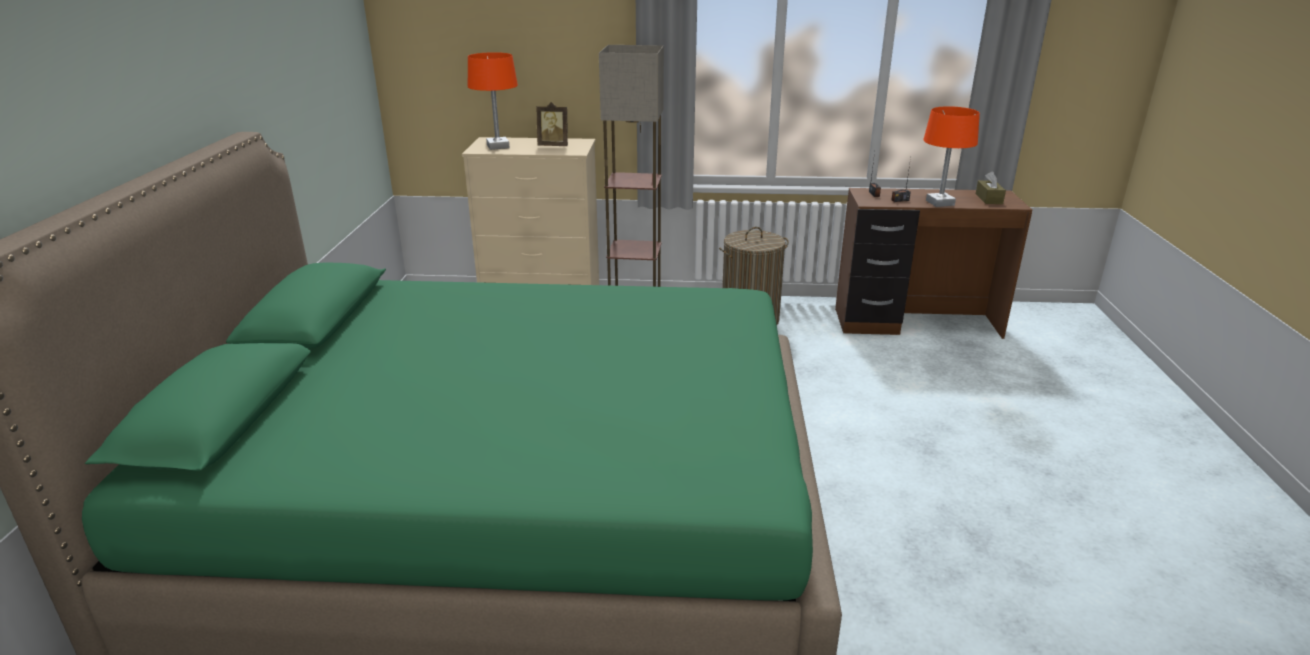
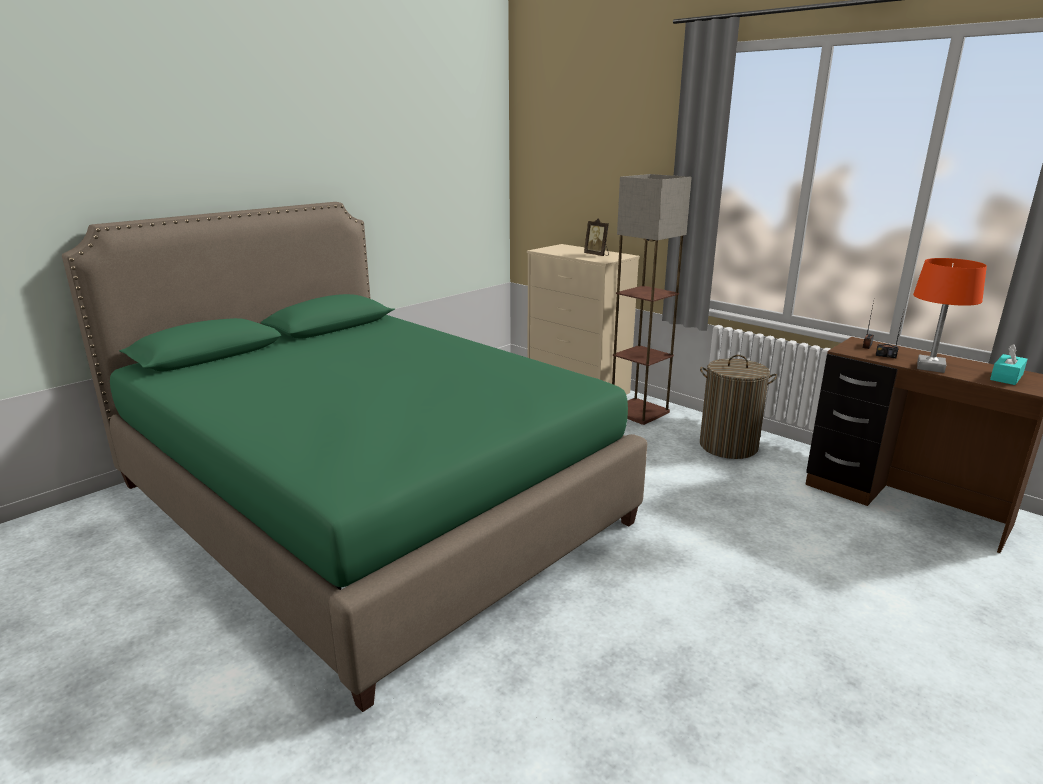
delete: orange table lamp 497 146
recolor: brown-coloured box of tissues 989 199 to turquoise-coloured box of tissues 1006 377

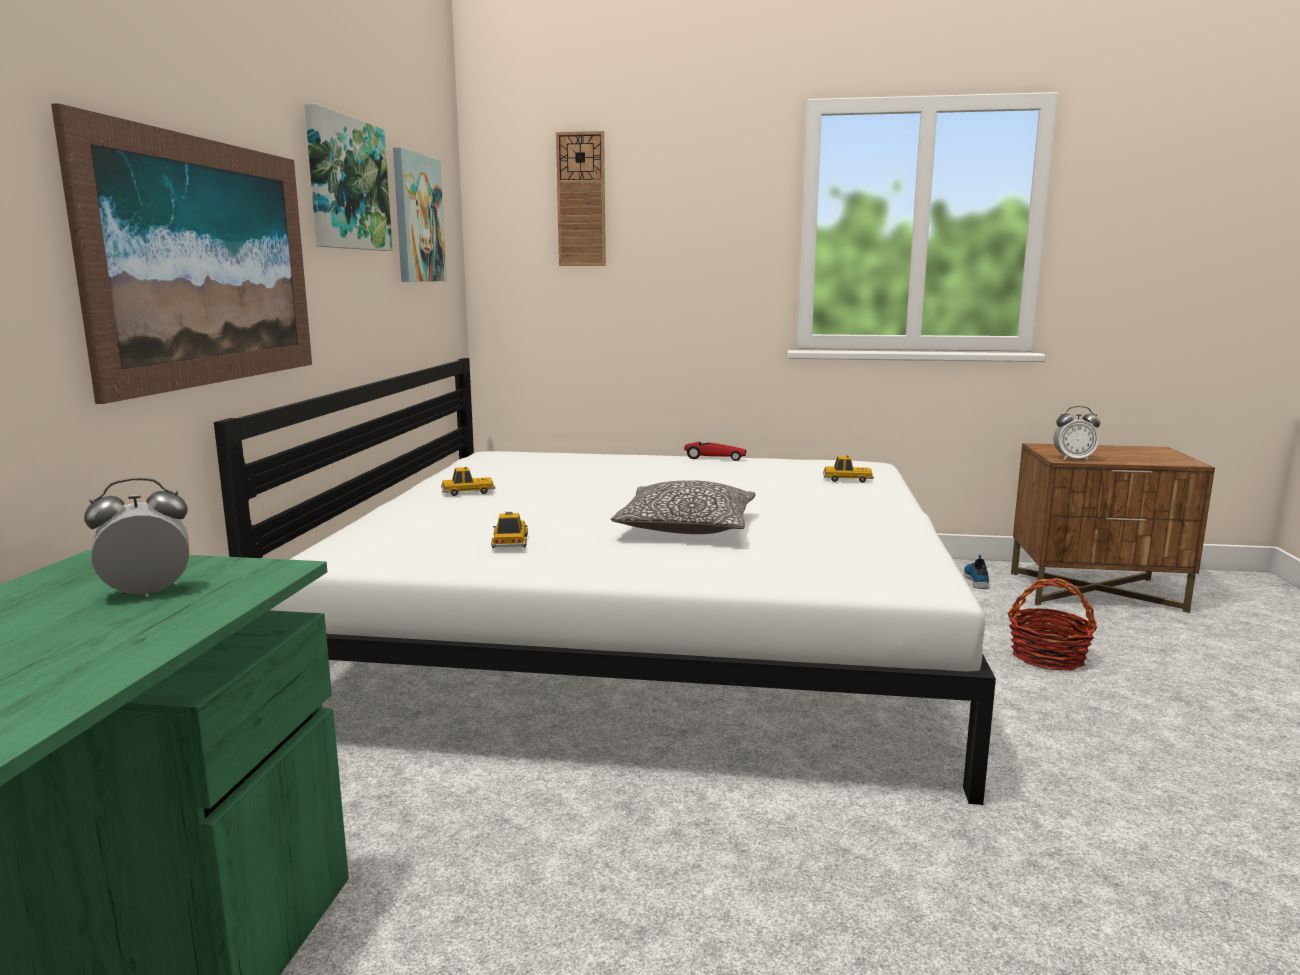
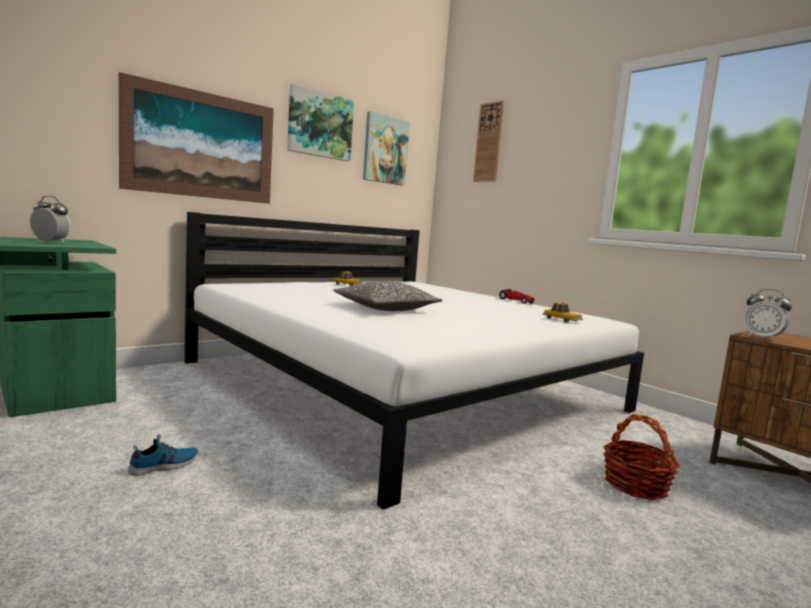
delete: model car 510 542
move: low shoe 977 580 to 165 466

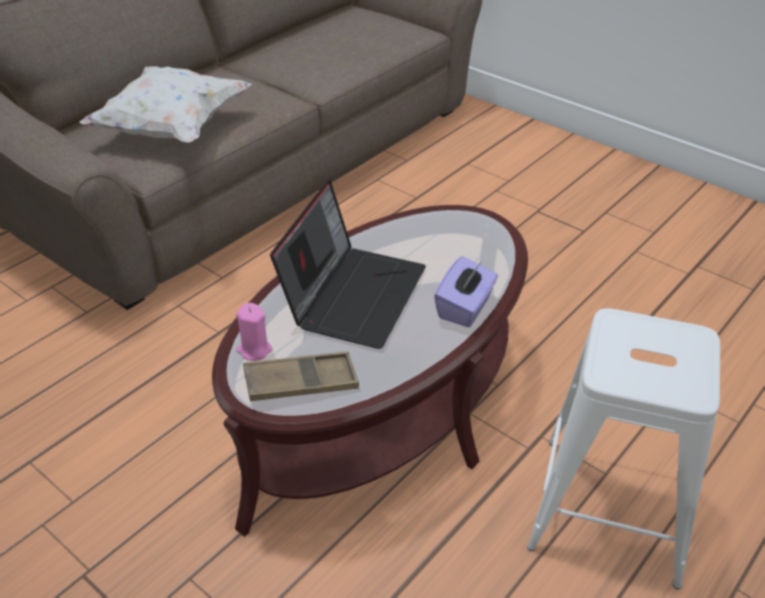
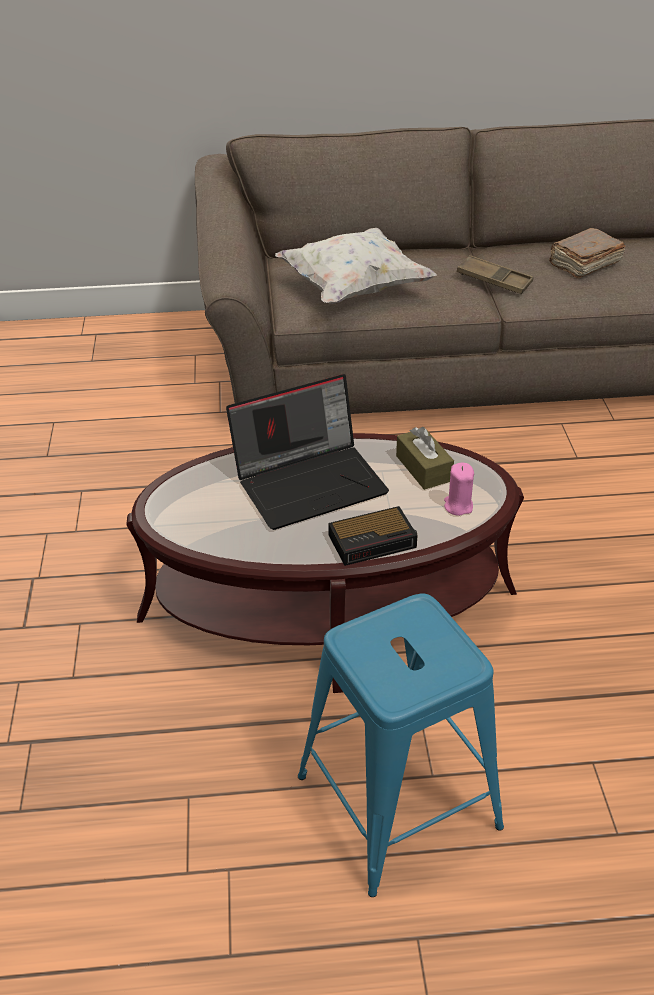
insert: brown-coloured box of tissues 423 468; brown-coloured book 583 264
move: pinkish wax candle 254 350 to 458 506; brown-coloured serving tray 301 382 to 494 280
replace: purple-coloured box of tissues 465 308 to table clock 374 540
recolor: white-coloured stool 610 508 to blue stool 399 801

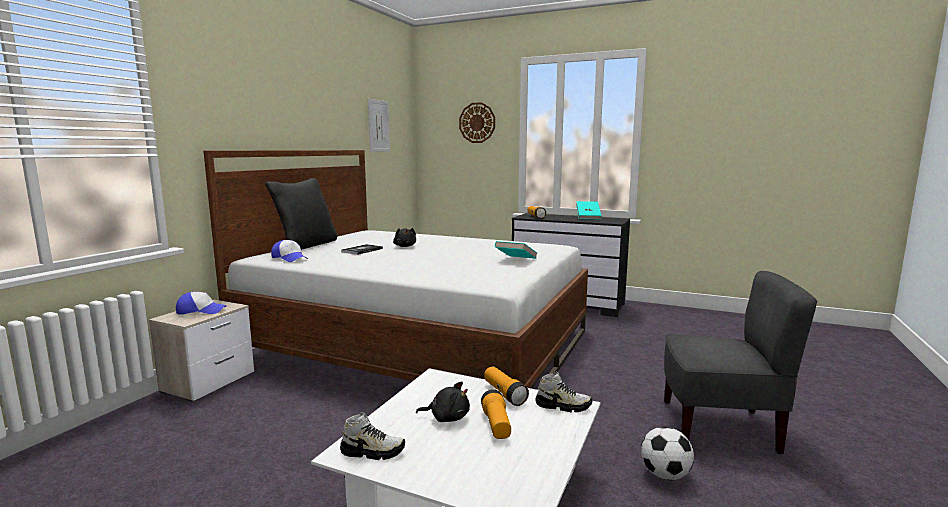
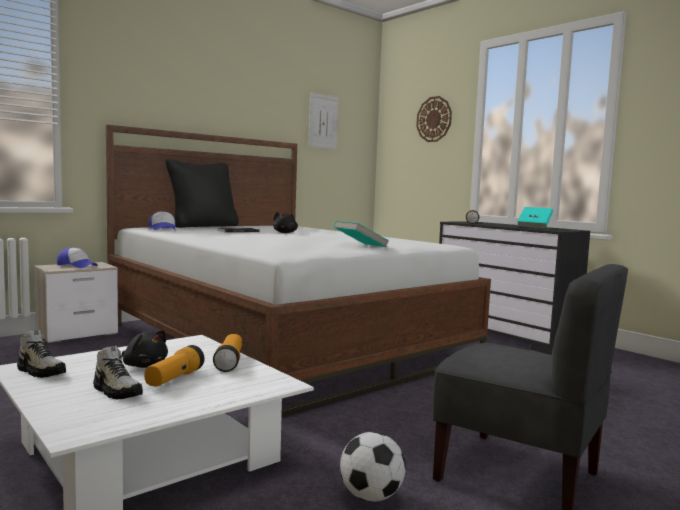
move: low shoe 563 406 to 117 391

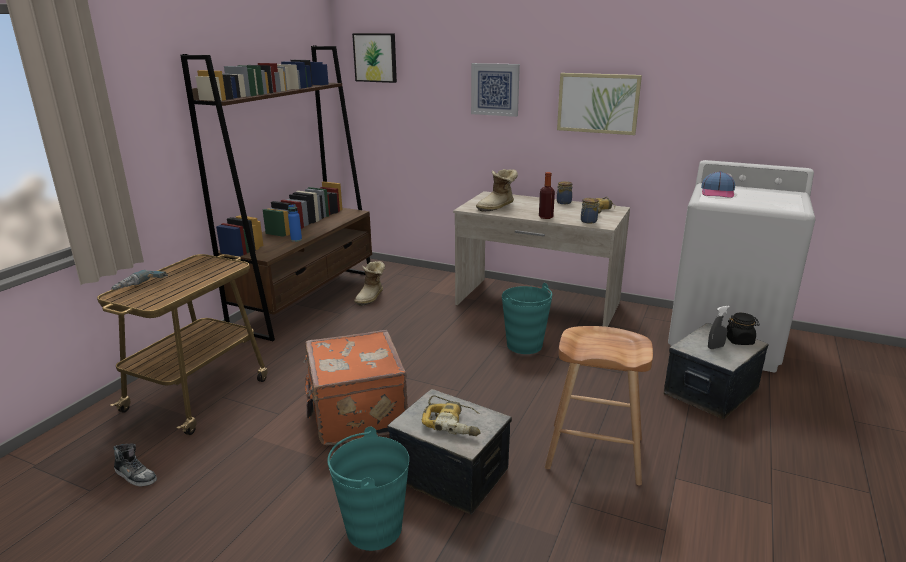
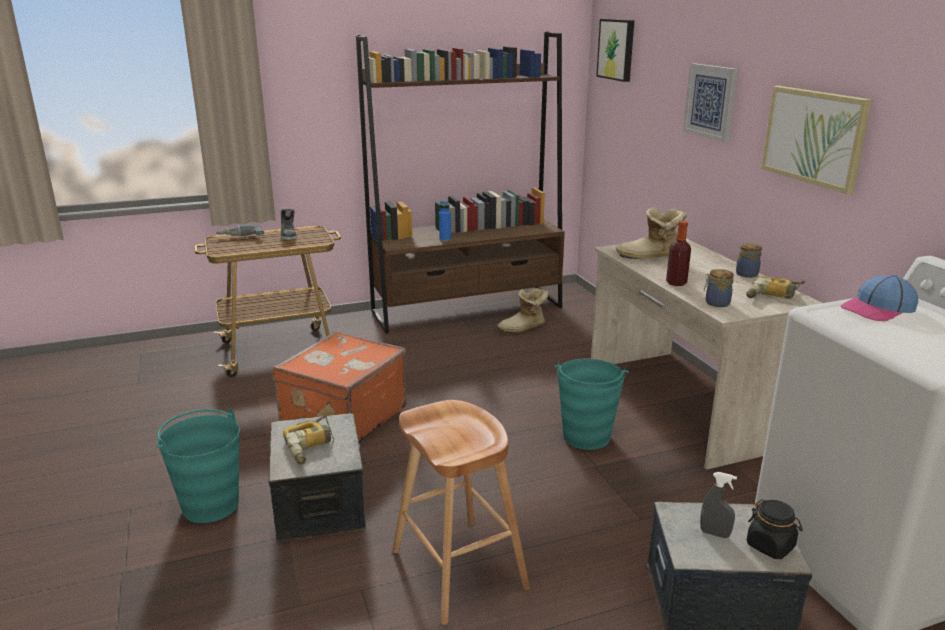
move: low shoe 136 475 to 288 235

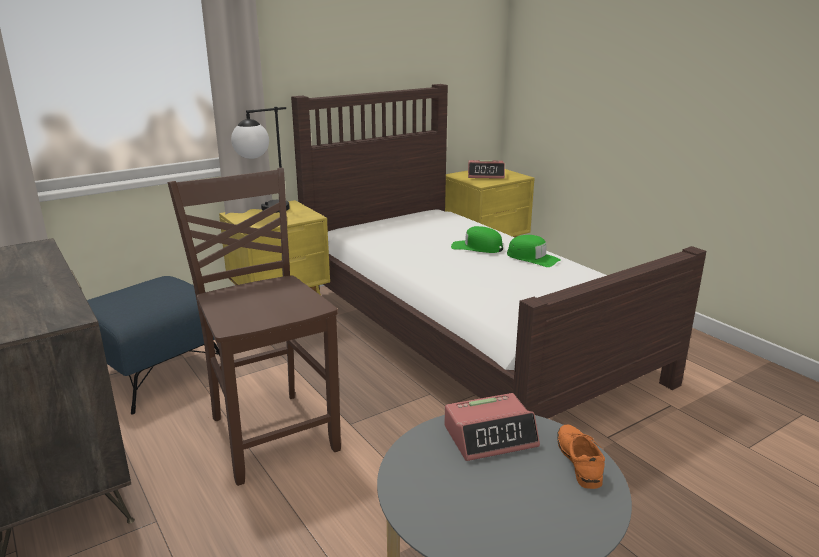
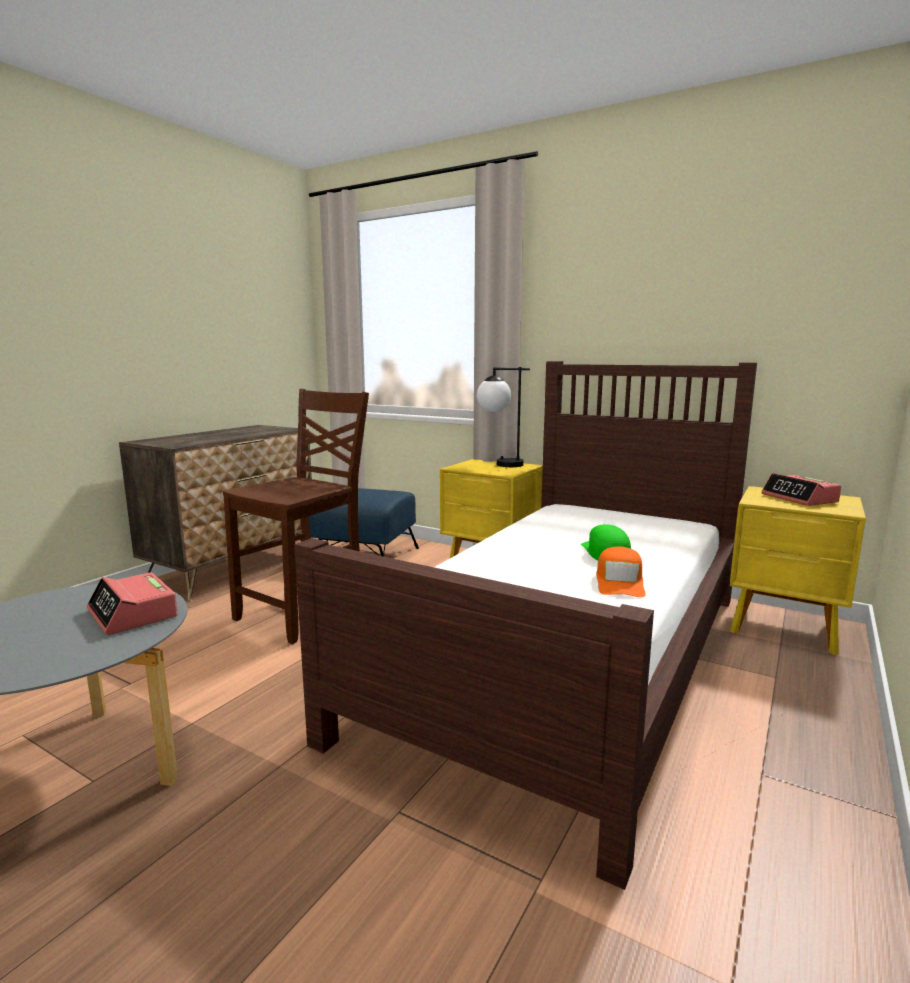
delete: orange low shoe 579 460
recolor: green cap 532 258 to orange cap 620 582

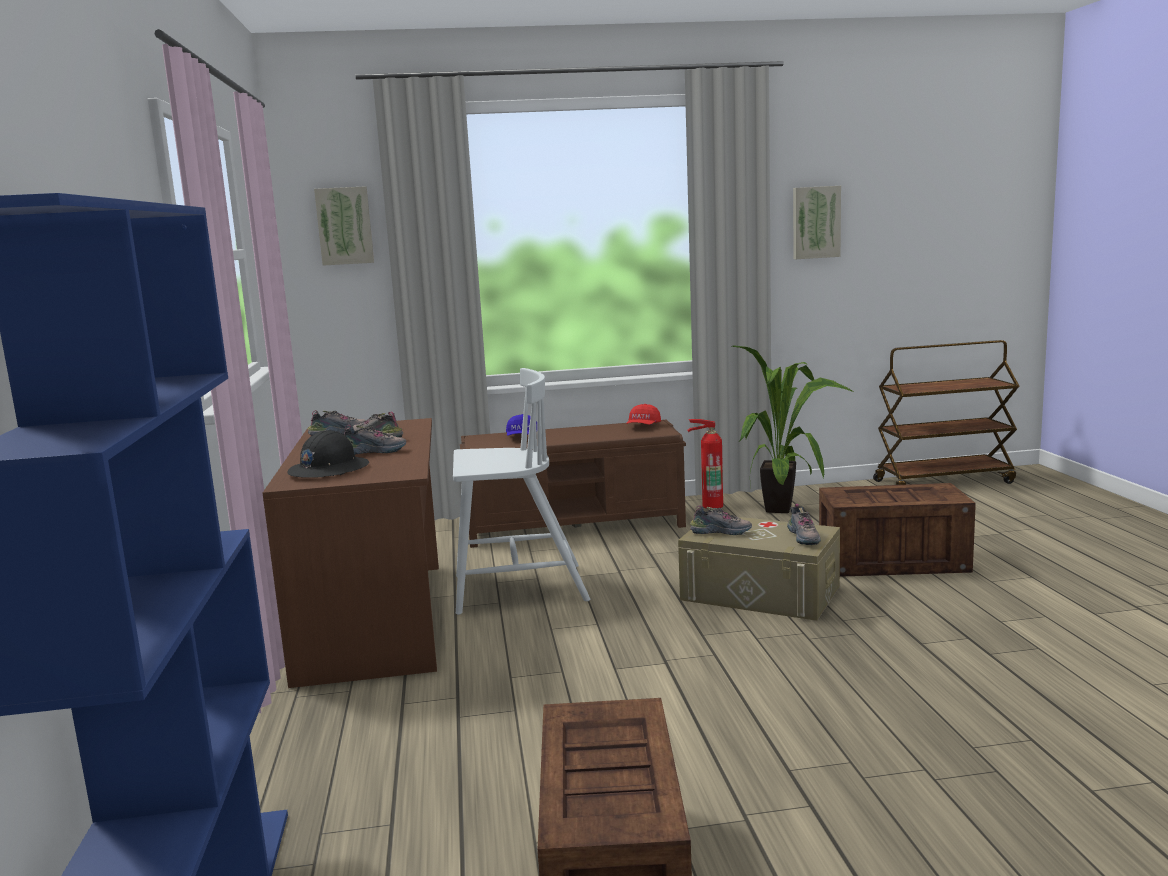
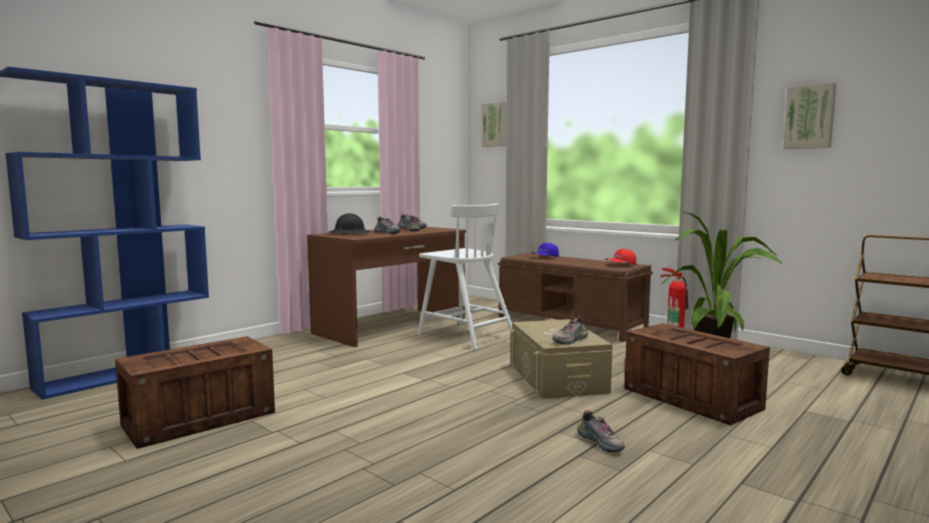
move: low shoe 721 532 to 601 443

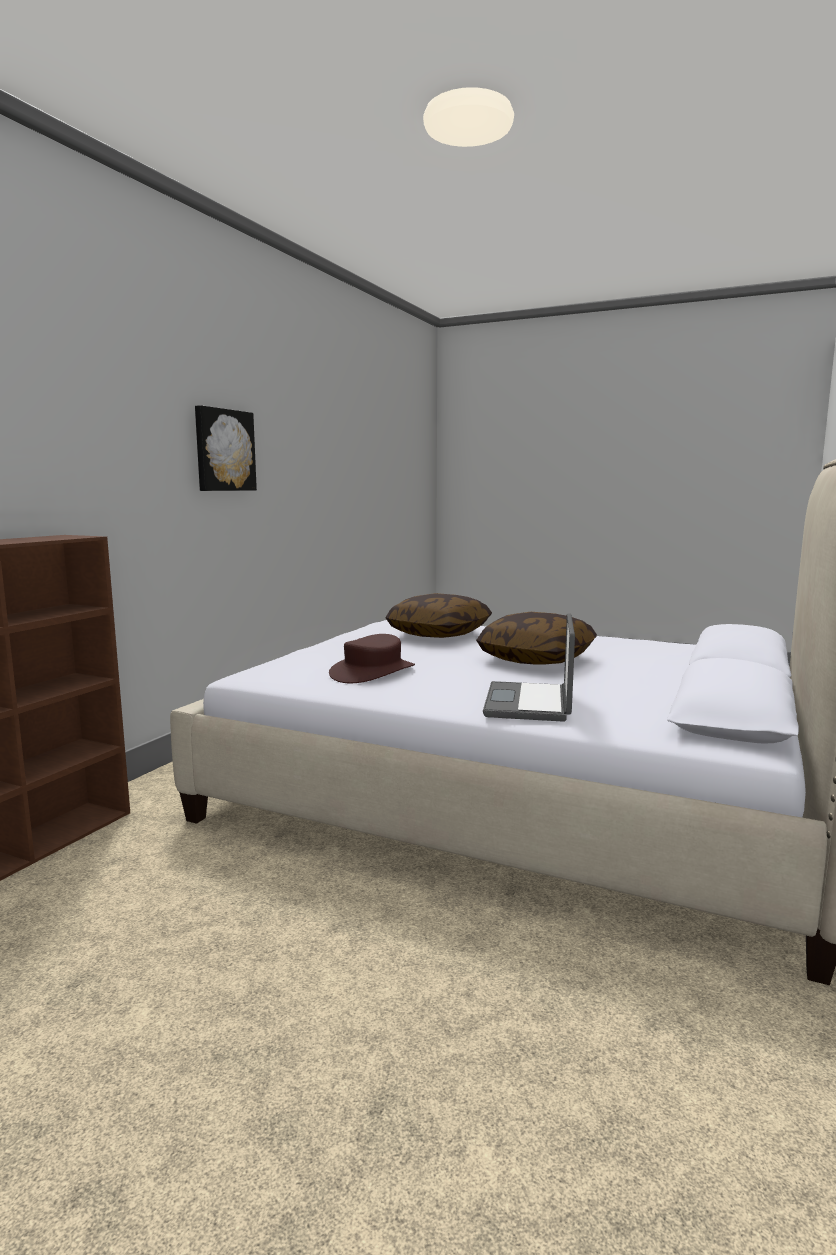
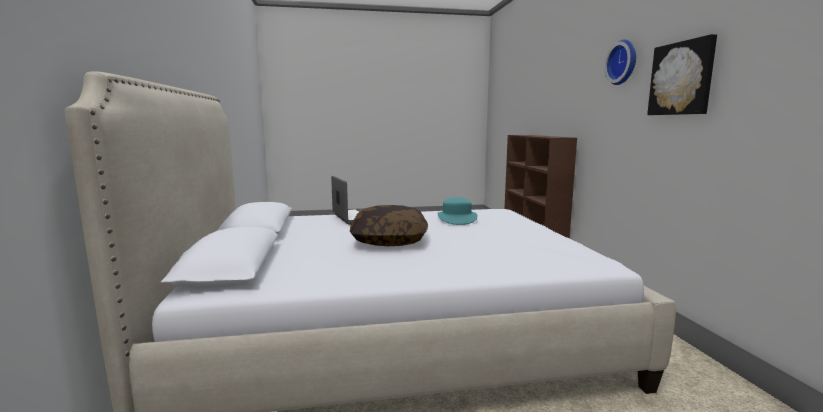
delete: pillow 439 633
insert: clock on the wall 623 62
recolor: brown-coloured hat 373 672 to turquoise-coloured hat 457 218

